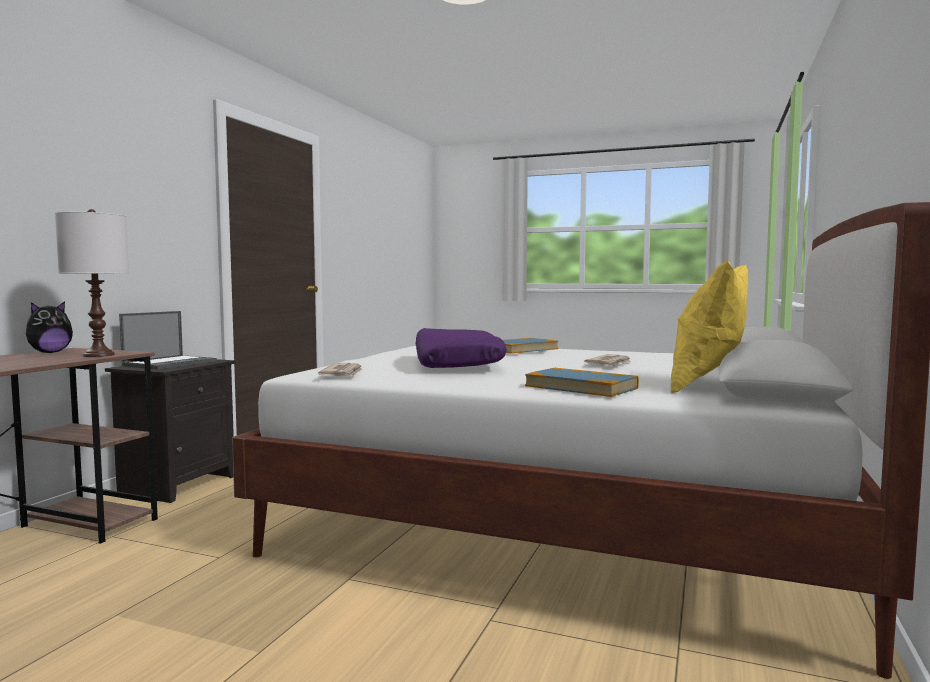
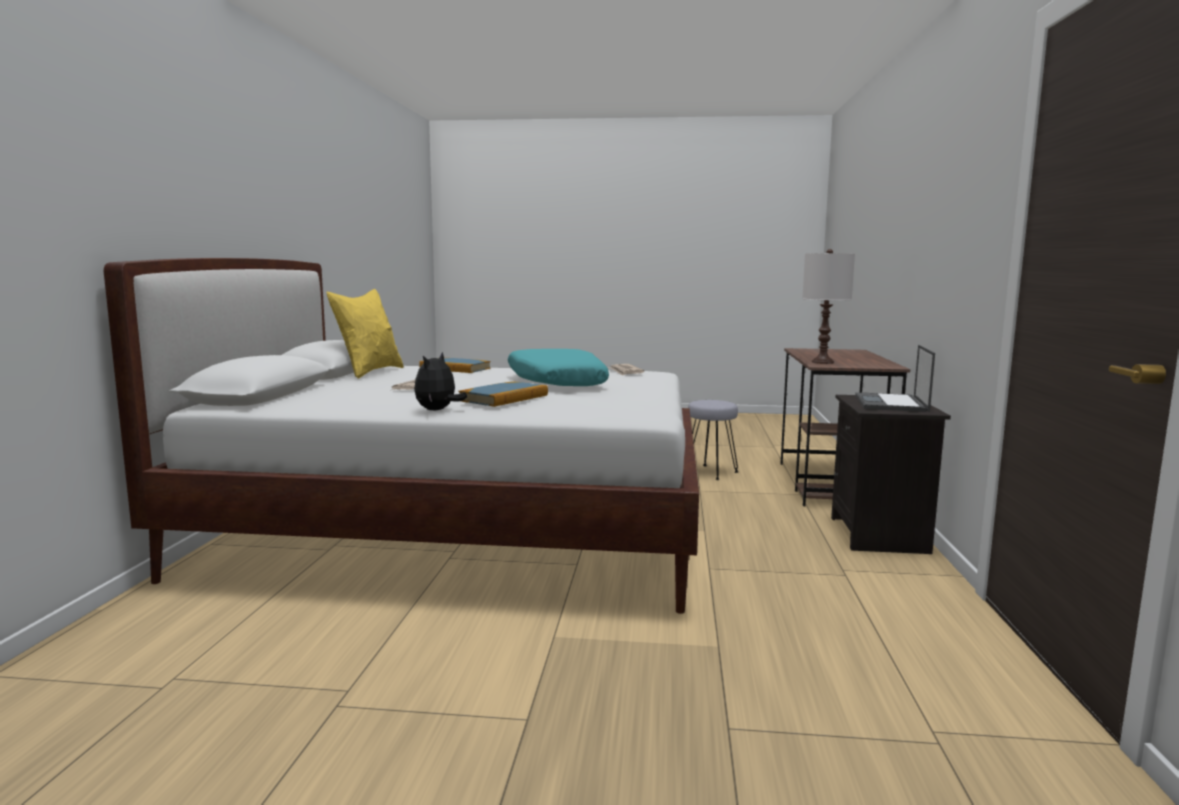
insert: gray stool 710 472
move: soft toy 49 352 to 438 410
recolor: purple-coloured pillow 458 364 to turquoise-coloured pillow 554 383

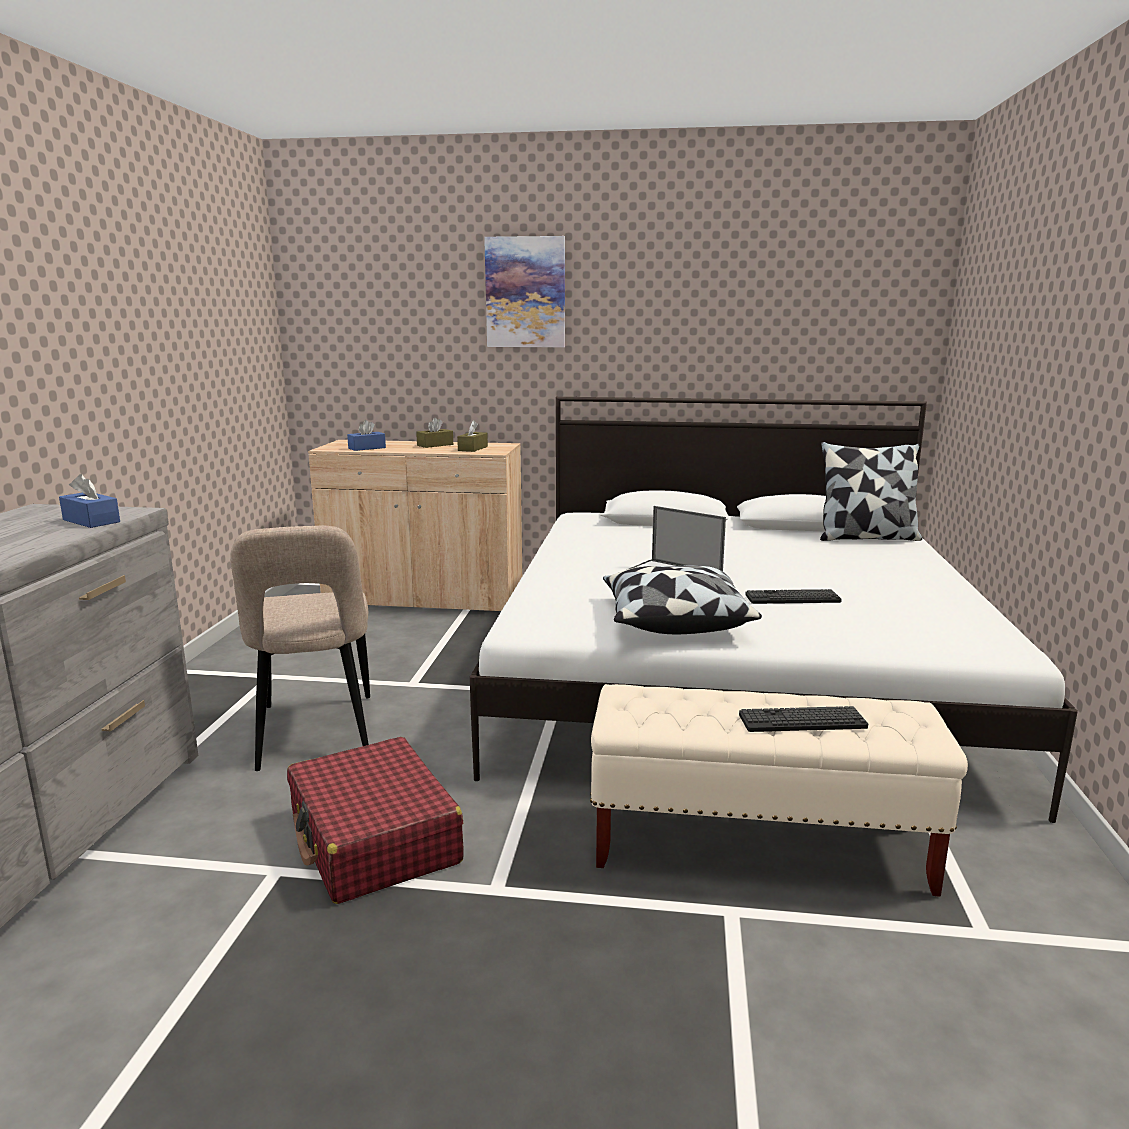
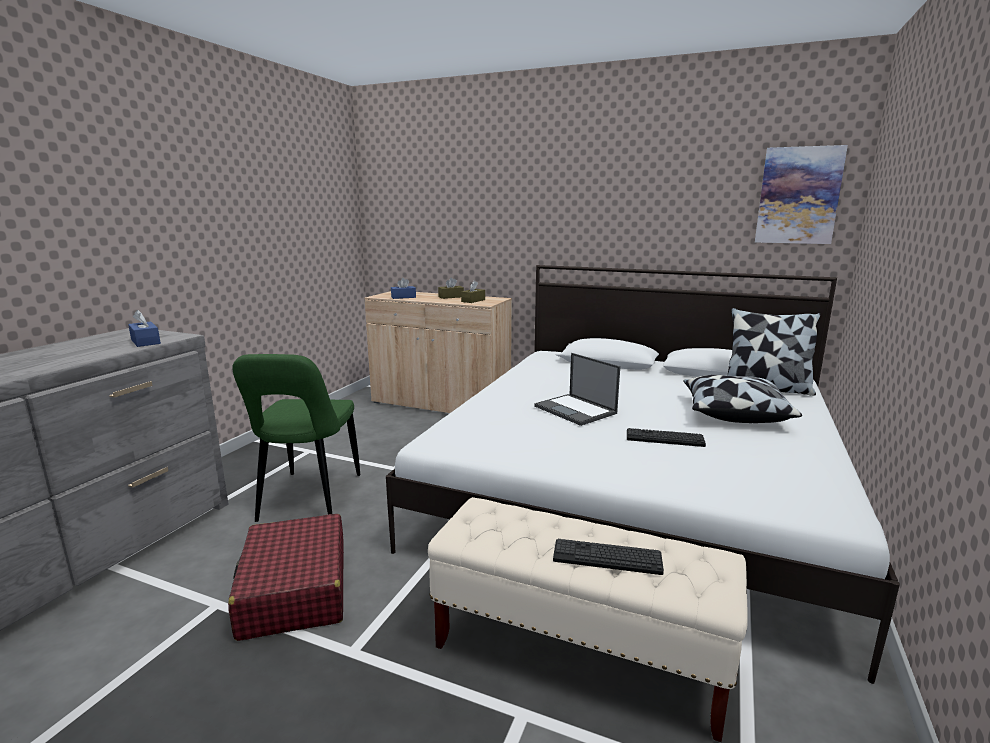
move: wall art 525 292 to 798 196; pillow 674 621 to 733 413
recolor: beige-coloured upright chair 315 735 to green upright chair 308 500

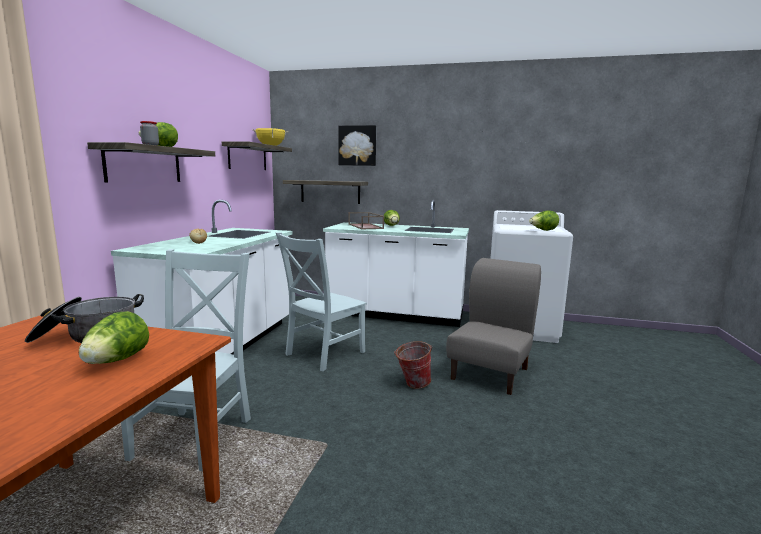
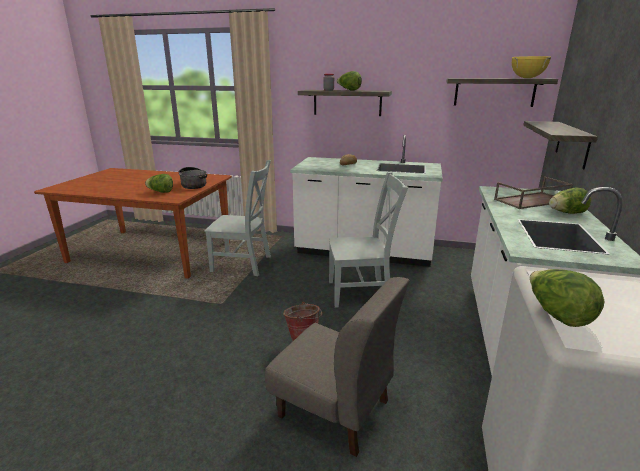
delete: wall art 357 145
rotate: gray upright chair 322 354 = 362 292 135 degrees clockwise

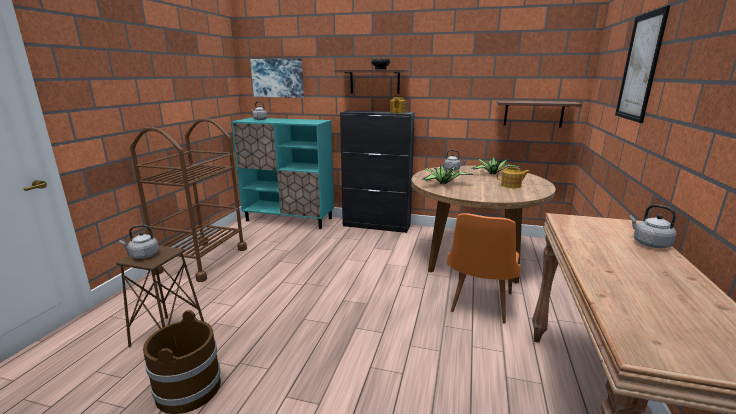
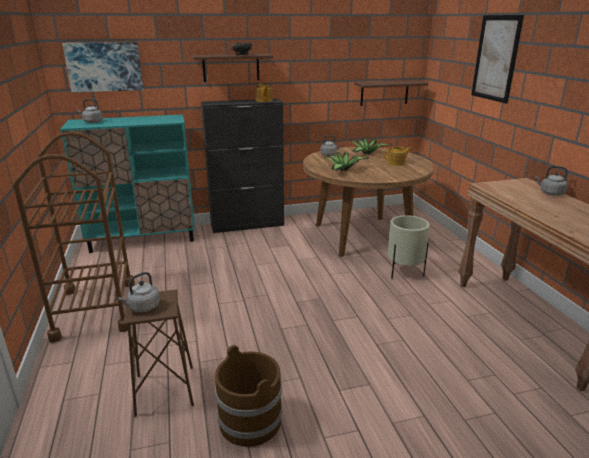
replace: orange upright chair 478 305 to beige-coloured flower pot 404 273

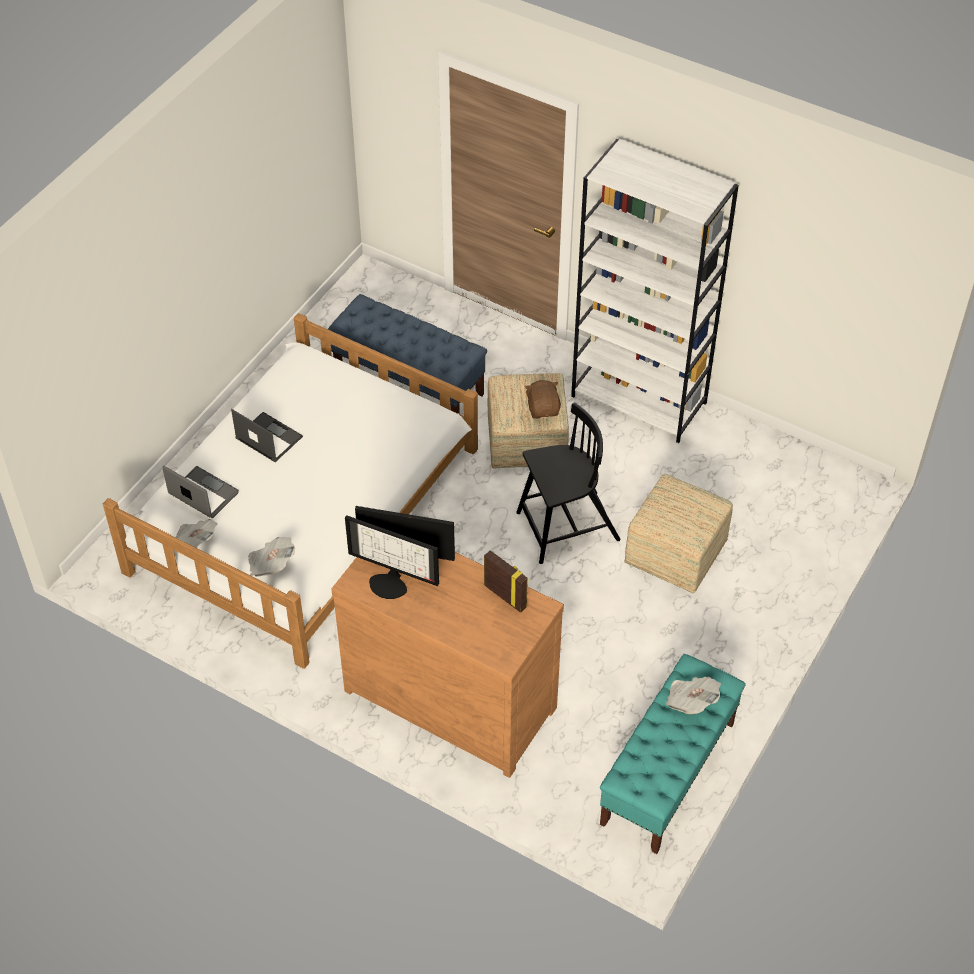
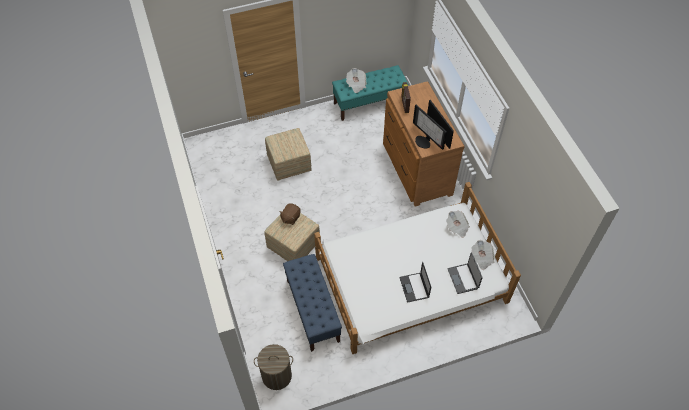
delete: black-coloured upright chair 566 527; white-coloured bookshelf 640 399
insert: laundry basket 276 375

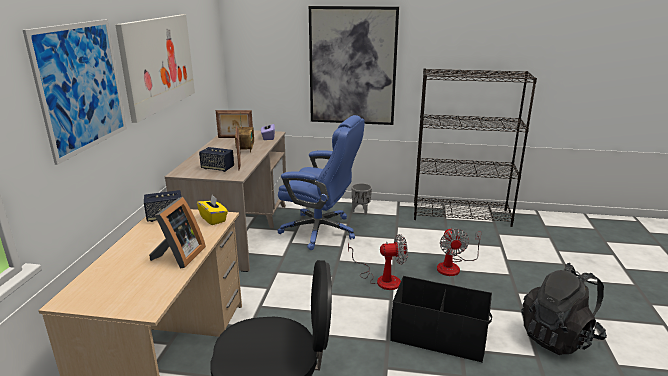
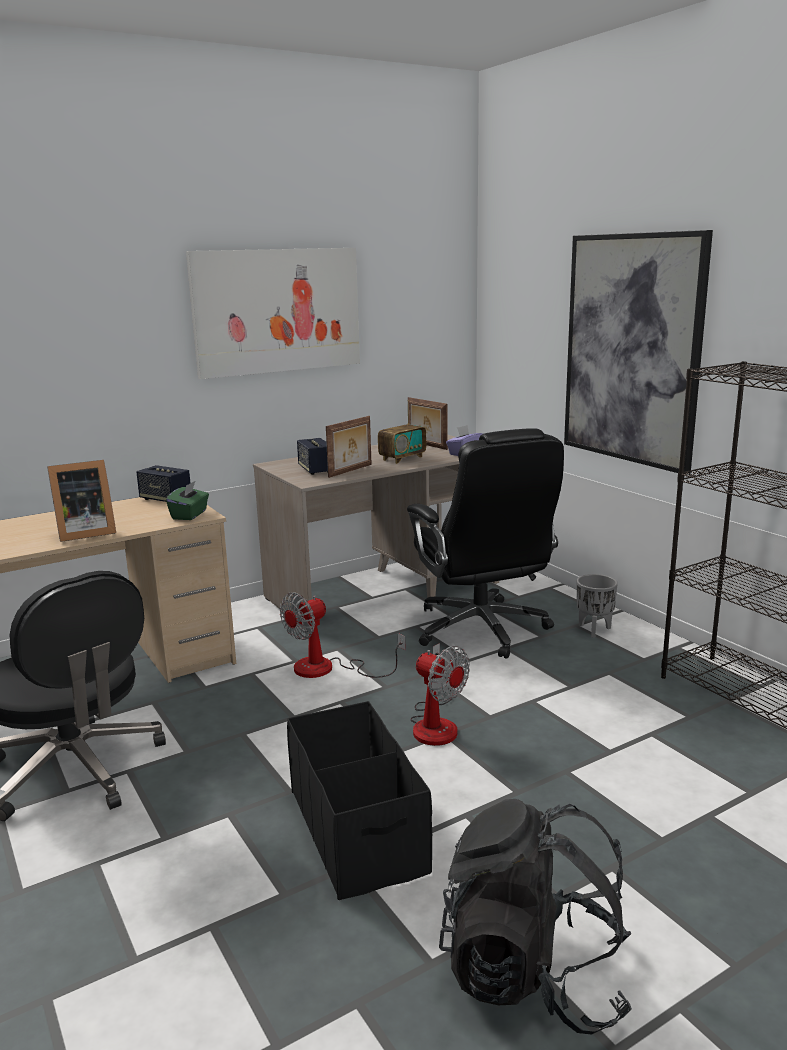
delete: wall art 81 87
move: cooling fan 453 266 to 328 669
recolor: yellow box of tissues 213 219 to green box of tissues 190 515; blue office chair 320 231 to black-coloured office chair 482 629

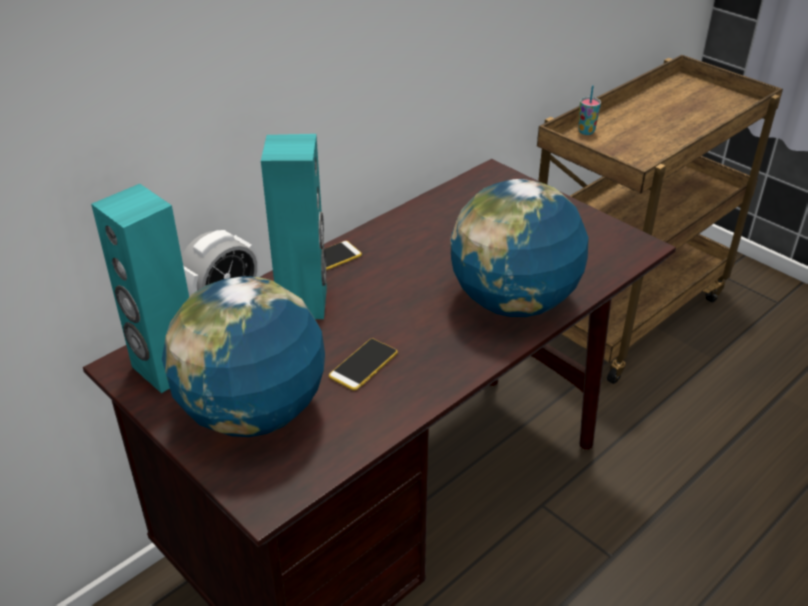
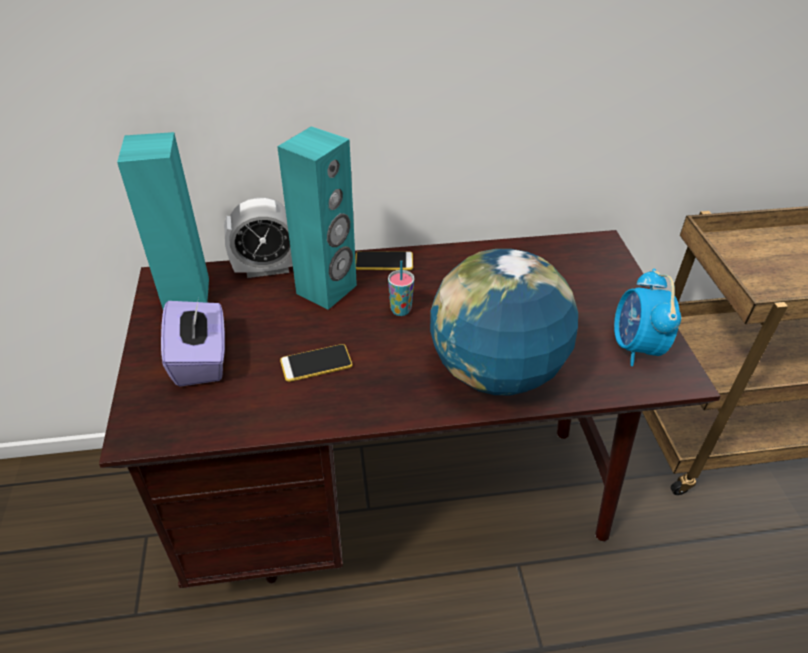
insert: table clock 636 347
move: drinking cup 586 132 to 400 310
replace: desk globe 253 413 to purple-coloured box of tissues 201 360

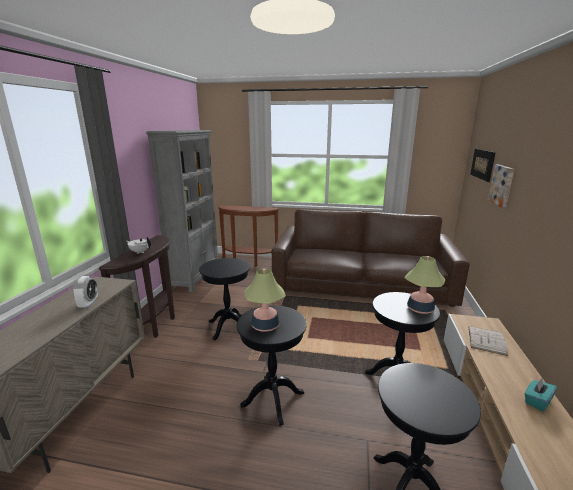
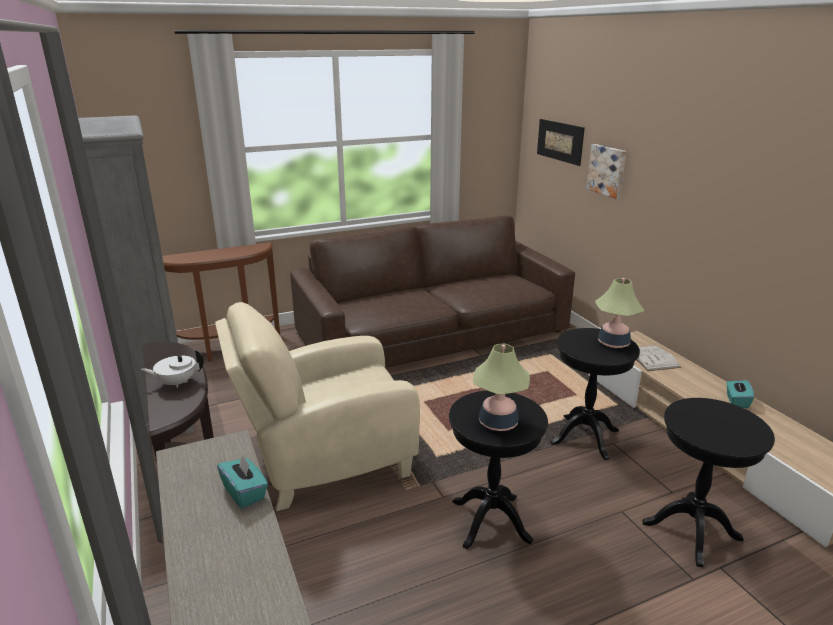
replace: table clock 88 304 to turquoise-coloured box of tissues 245 492; black-coloured accent table 228 327 to beige-coloured armchair 325 460

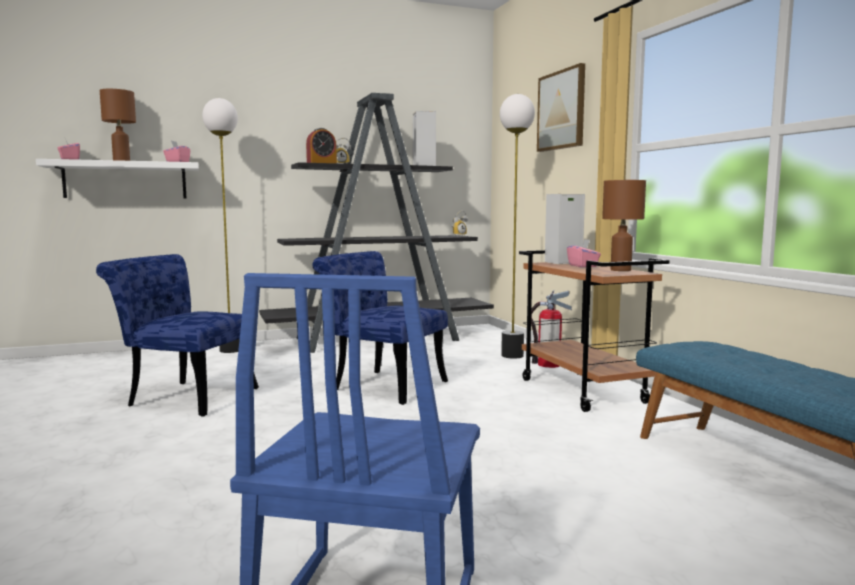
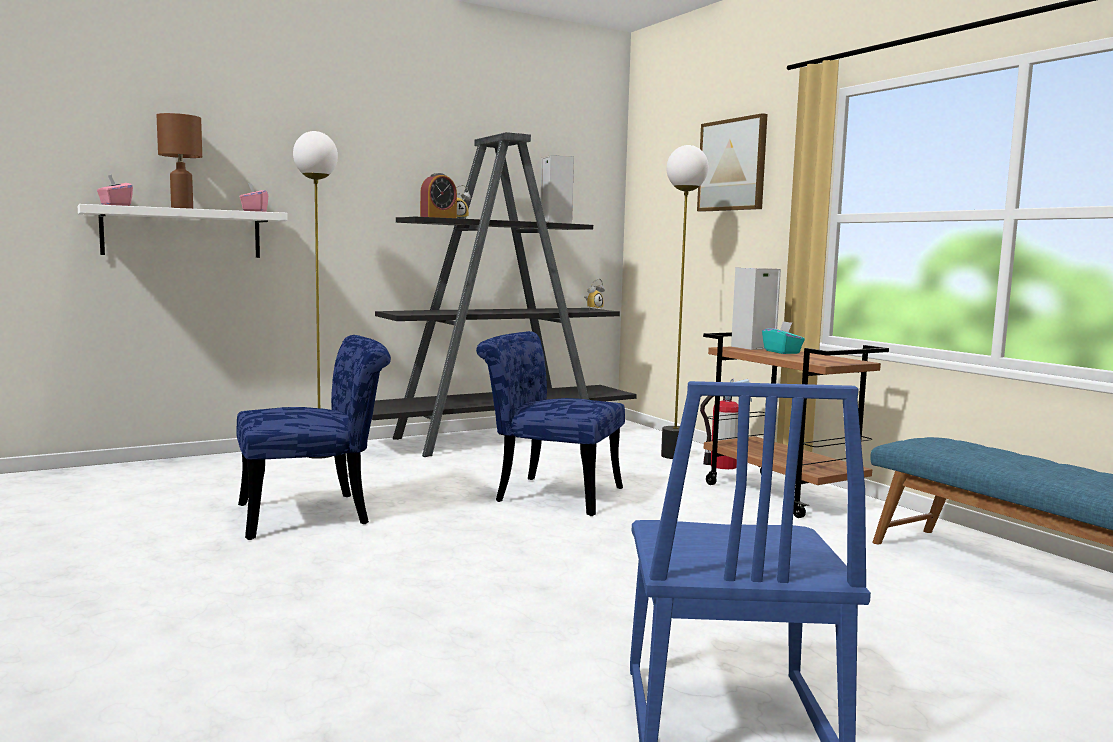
delete: brown-coloured table lamp 621 270
recolor: pinkish box of tissues 583 266 to turquoise-coloured box of tissues 782 352
rotate: blue upright chair 184 397 = 316 514 150 degrees clockwise

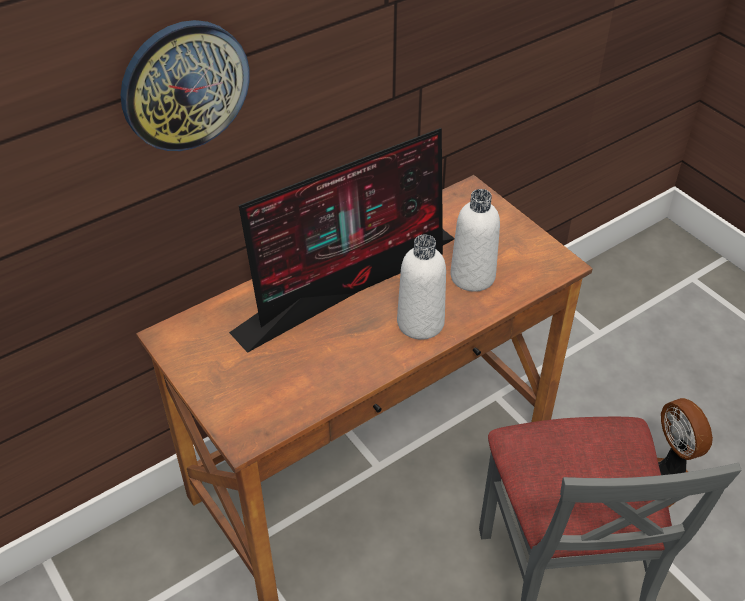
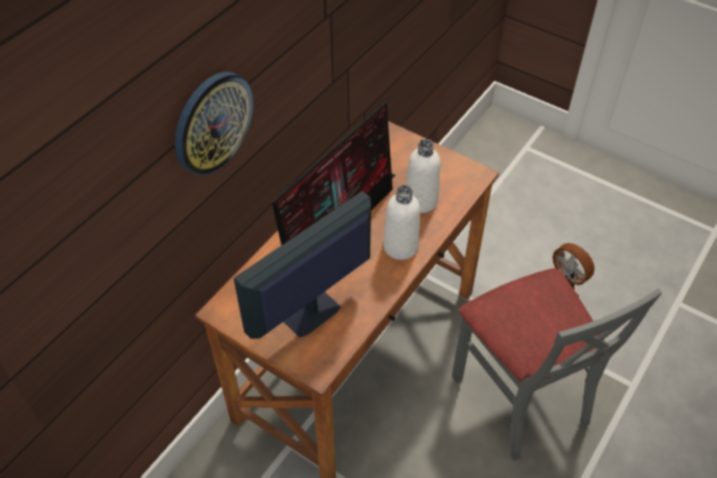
insert: monitor 311 315

